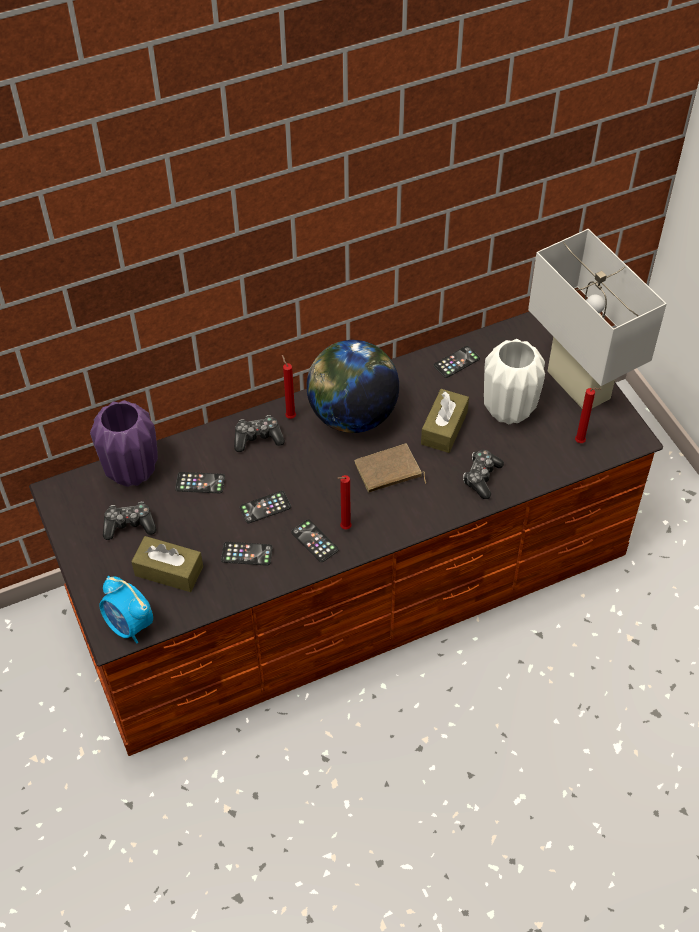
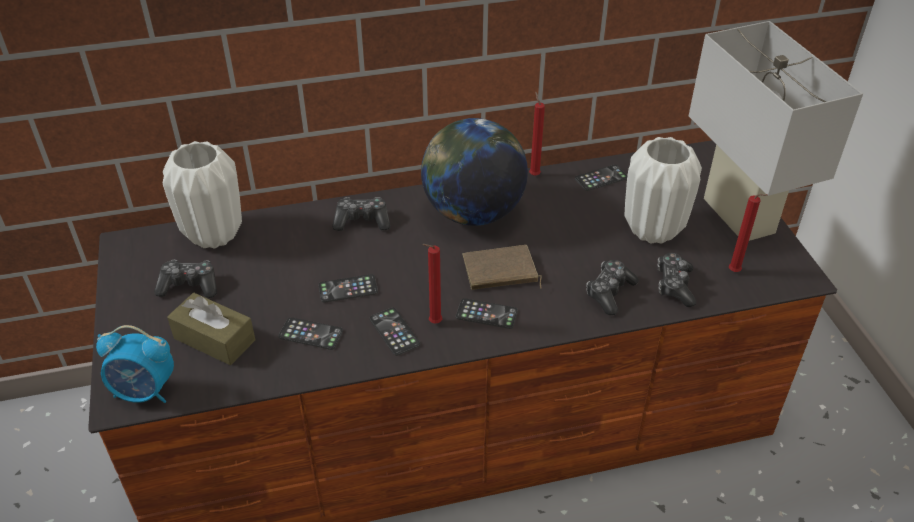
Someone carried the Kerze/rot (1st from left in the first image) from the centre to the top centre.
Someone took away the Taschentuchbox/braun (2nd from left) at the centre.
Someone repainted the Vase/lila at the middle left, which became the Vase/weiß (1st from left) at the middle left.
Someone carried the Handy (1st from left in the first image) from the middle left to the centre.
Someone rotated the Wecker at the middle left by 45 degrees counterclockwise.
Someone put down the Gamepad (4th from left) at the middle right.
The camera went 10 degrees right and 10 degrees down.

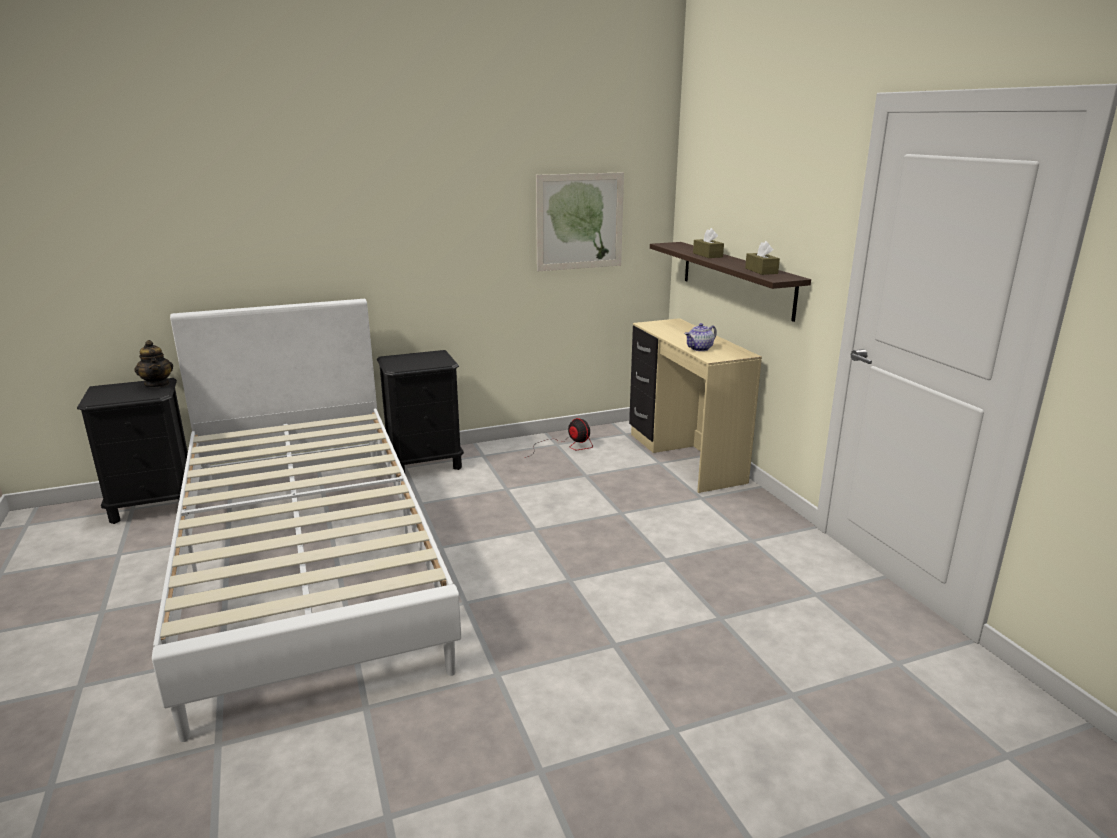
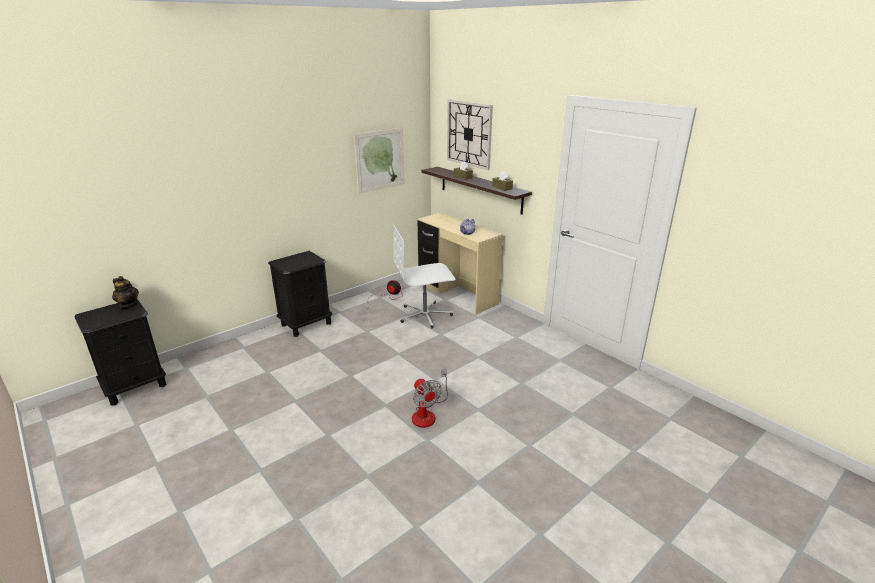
Someone took away the Bett/weiß at the middle left.
Someone put up the Wanduhr at the top centre.
Someone put down the Bürostuhl/weiß at the centre.
Someone put down the Ventilator (2nd from left) at the bottom centre.
The camera went 20 degrees left and 5 degrees up.

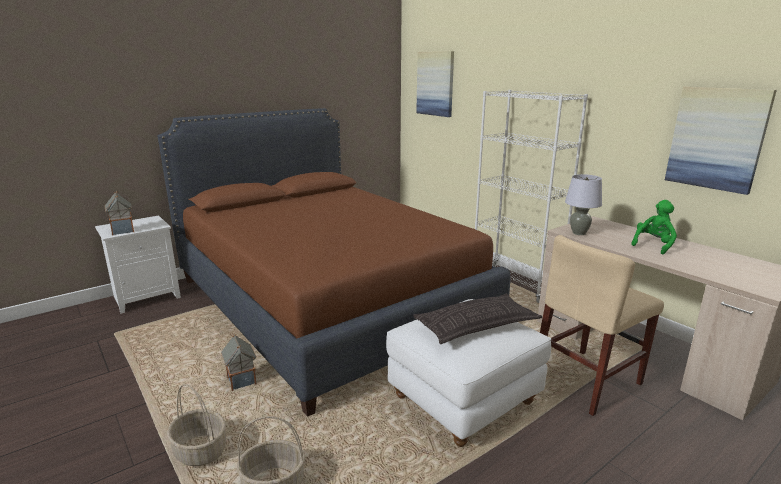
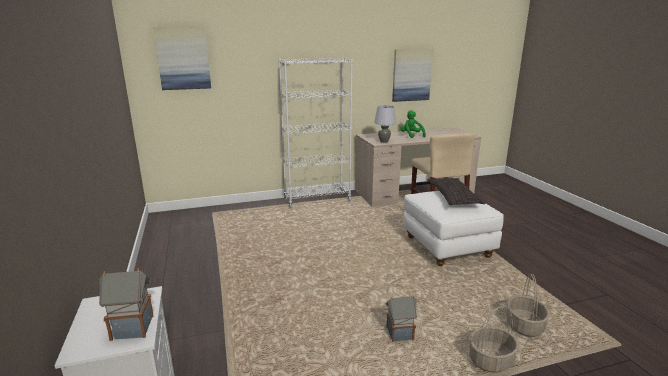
Someone took away the Bett/braun at the centre.
The camera went 70 degrees left and 0 degrees up.

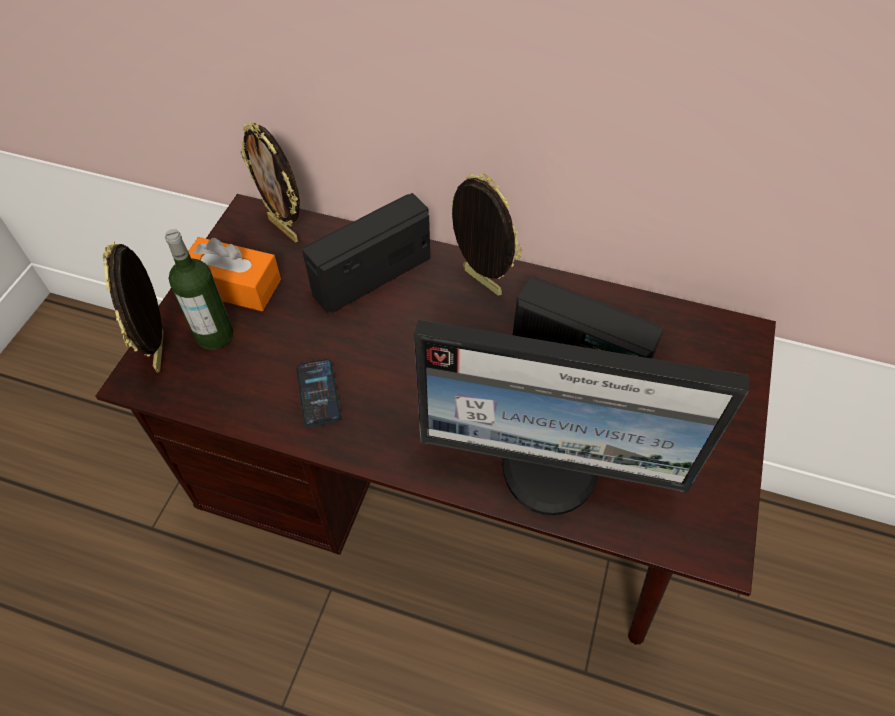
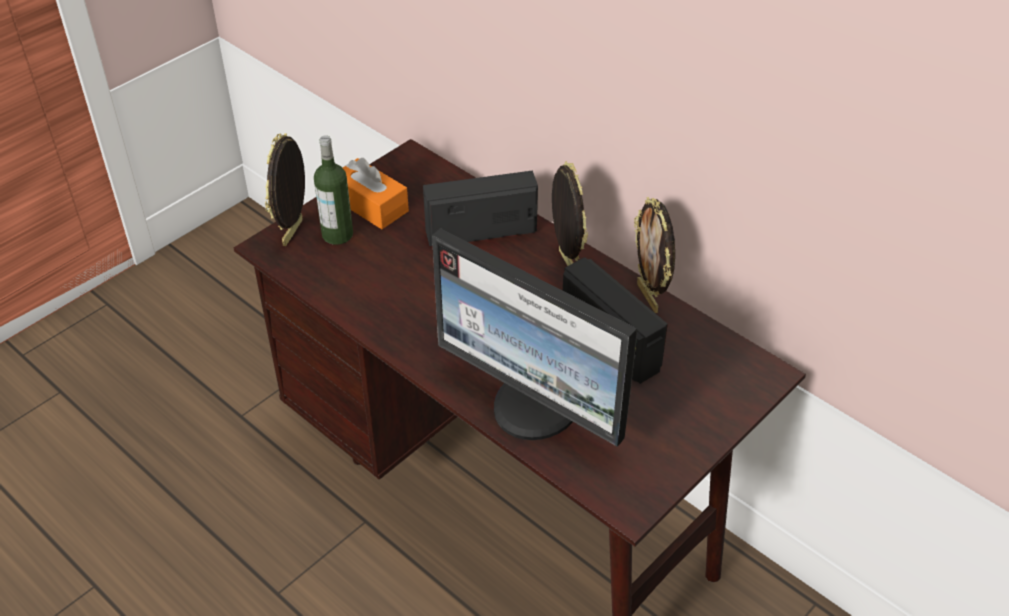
Someone carried the Bilderrahmen (2nd from left in the first image) from the top left to the centre.
Someone took away the Handy at the centre.
The camera went 25 degrees right and 10 degrees down.

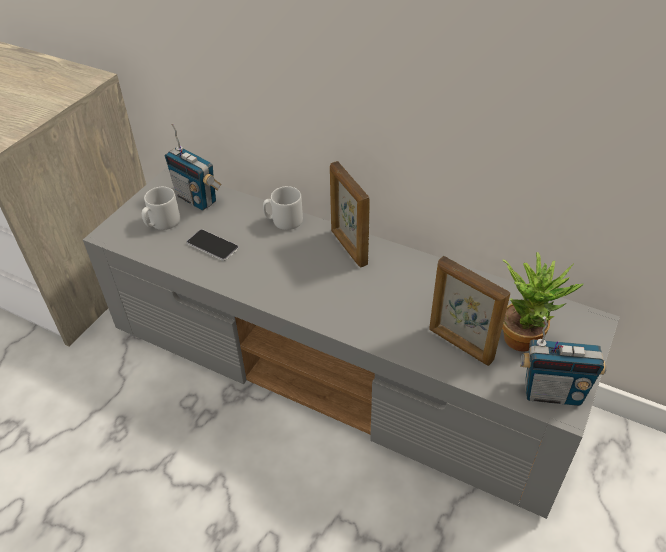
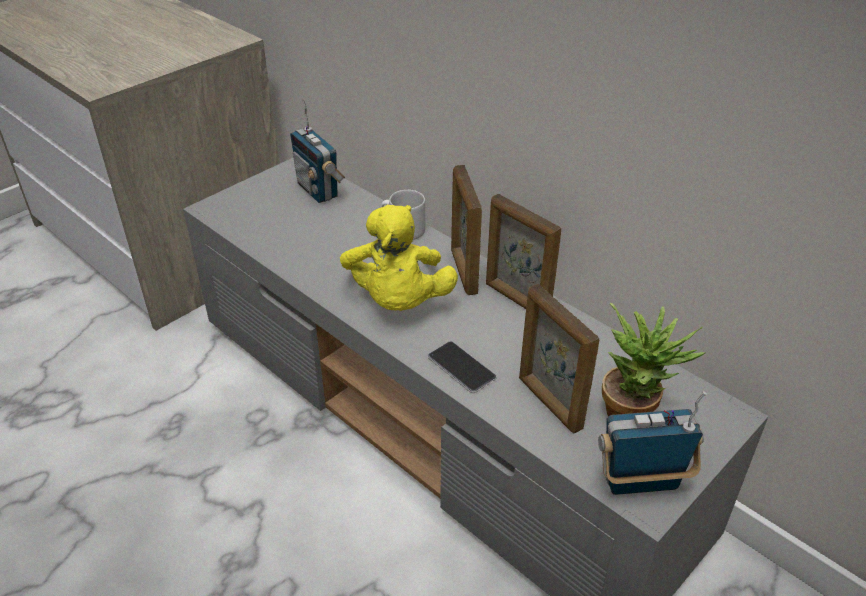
Someone took away the Henkelbecher/grau (1st from left) at the middle left.
Someone carried the Handy from the middle left to the centre.
Someone rotated the Radio (2nd from left) at the middle right by 150 degrees clockwise.
Someone put down the Bilderrahmen (2nd from left) at the centre.
Someone put down the Plüschtier/gelb at the centre.
The camera went 15 degrees right and 5 degrees down.

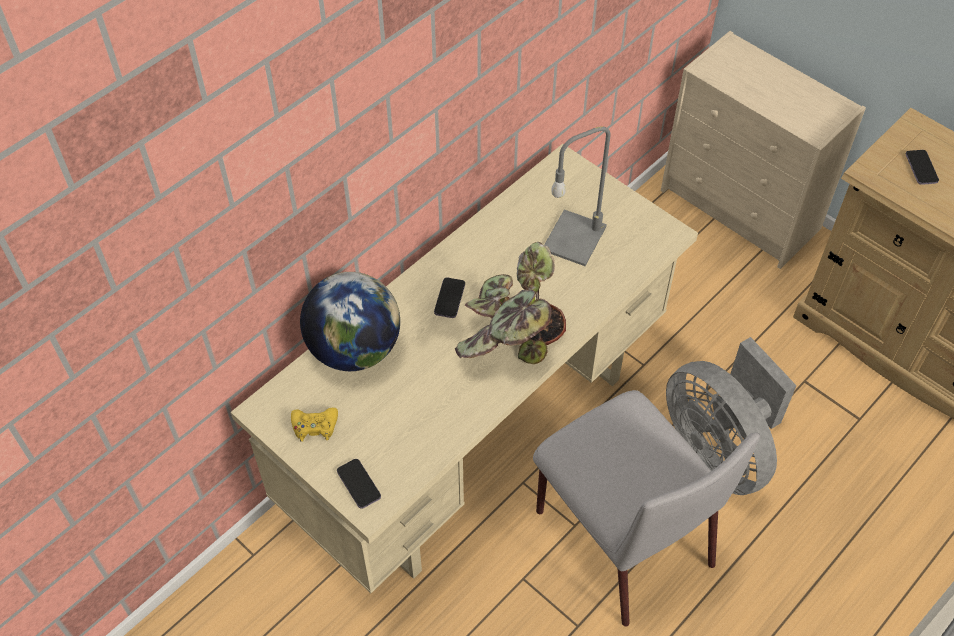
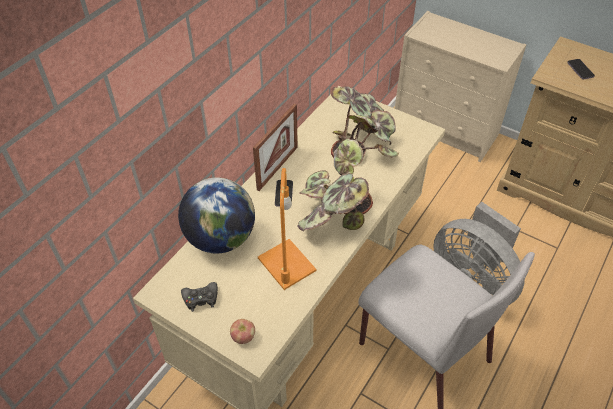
Someone swapped the Tischlampe/grau at the top centre for the Topfpflanze (2nd from left) at the top centre.
Someone repainted the Gamepad/gelb at the bottom left, which became the Gamepad/schwarz at the bottom left.
Someone swapped the Handy (1st from left) at the bottom centre for the Apfel at the bottom centre.
Someone put down the Bilderrahmen at the centre.
Someone put down the Tischlampe/orange at the centre.
The camera went 10 degrees left and 5 degrees down.

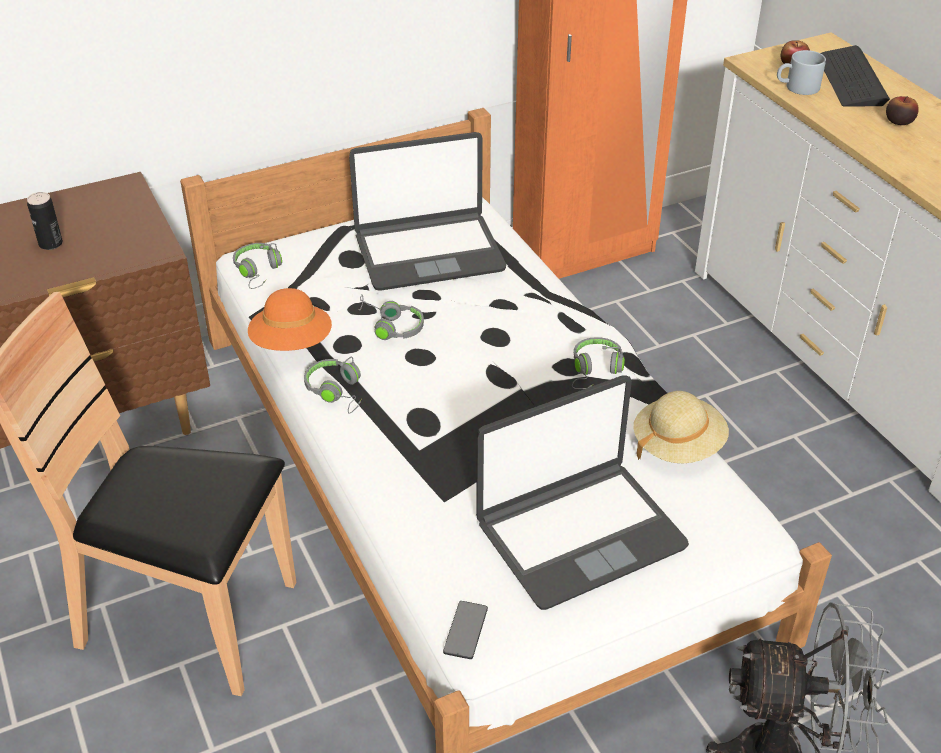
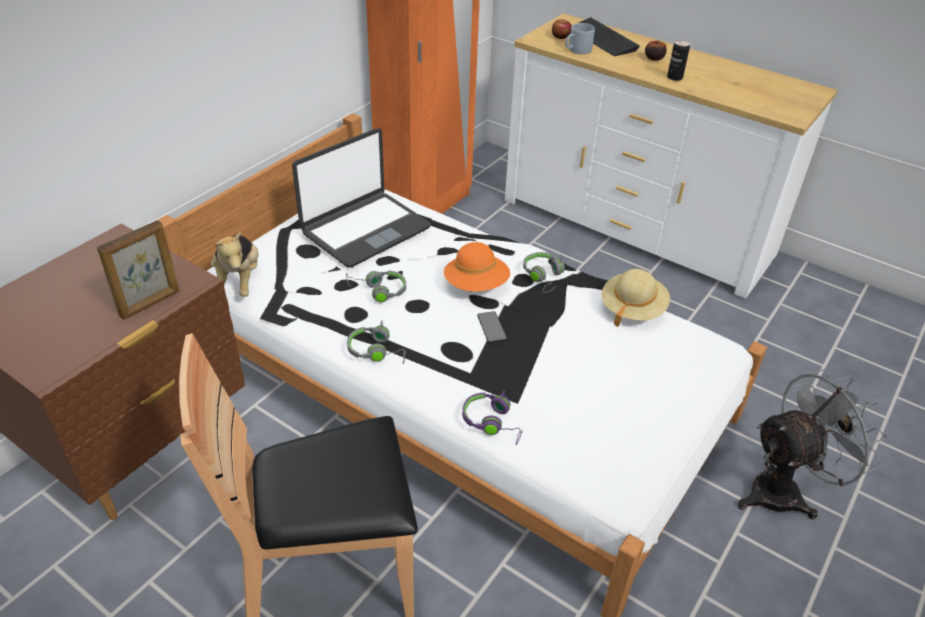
Someone carried the Dose from the top left to the top right.
Someone swapped the Kopfhörer/grau (1st from left) at the middle left for the Plüschtier at the middle left.
Someone carried the Hut/orange from the middle left to the centre.
Someone took away the Laptop (2nd from left) at the centre.
Someone carried the Handy from the bottom centre to the centre.
Someone put down the Bilderrahmen at the middle left.
Someone put down the Kopfhörer/lila at the bottom centre.
The camera went 30 degrees left and 0 degrees up.

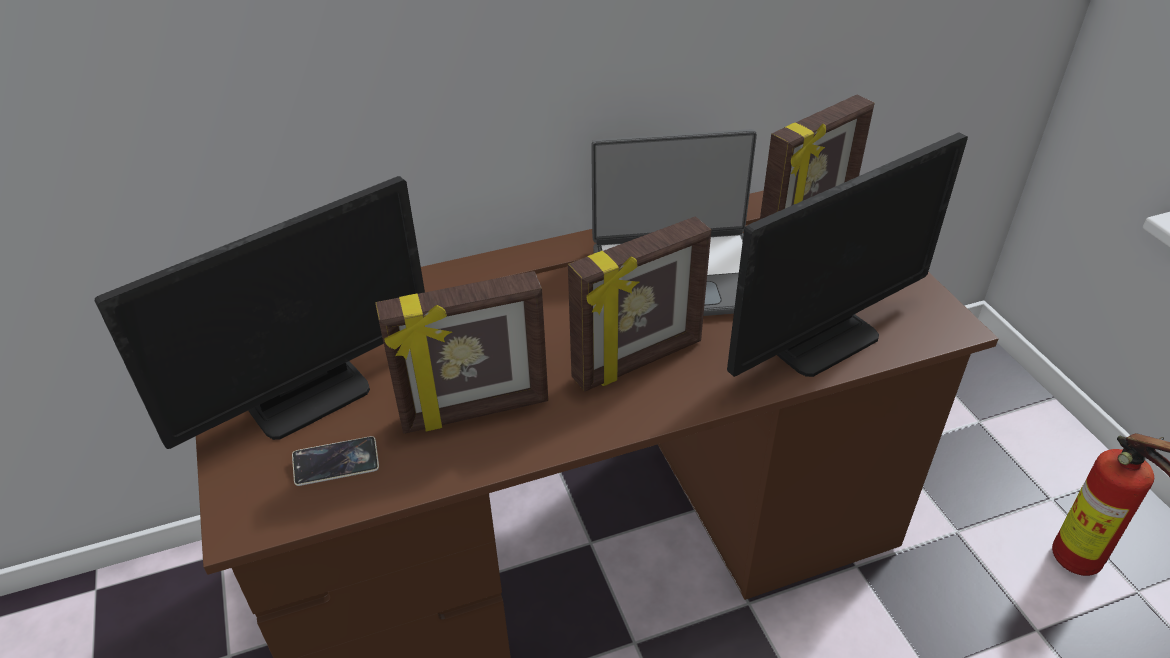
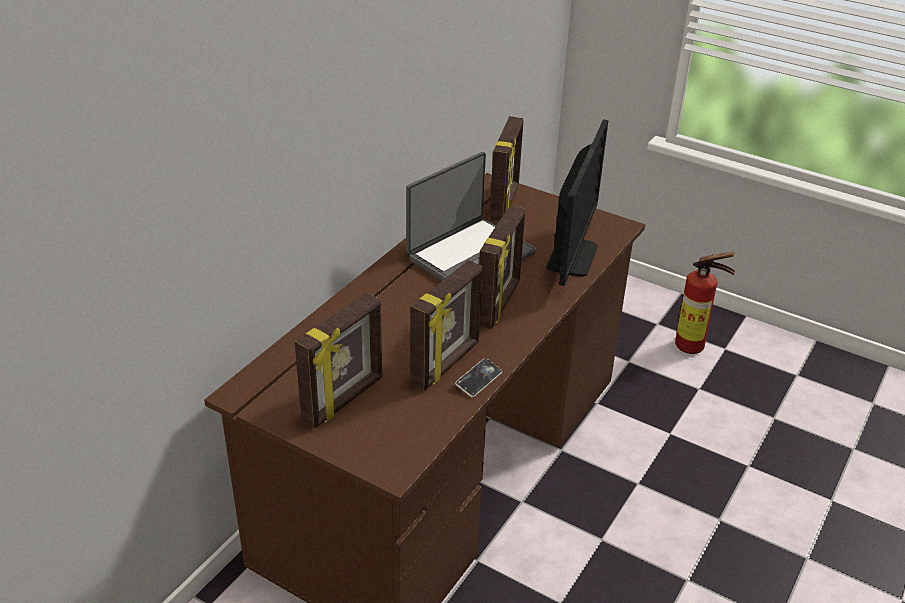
Someone swapped the Monitor (1st from left) at the middle left for the Bilderrahmen (1st from left) at the centre.
Someone carried the Handy from the bottom left to the centre.
The camera went 40 degrees left and 5 degrees down.

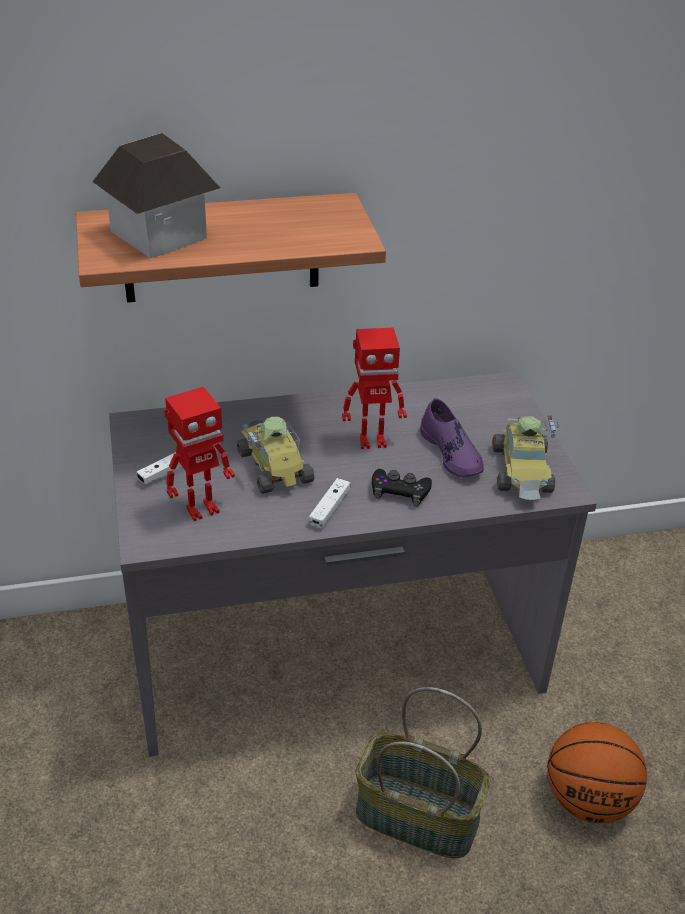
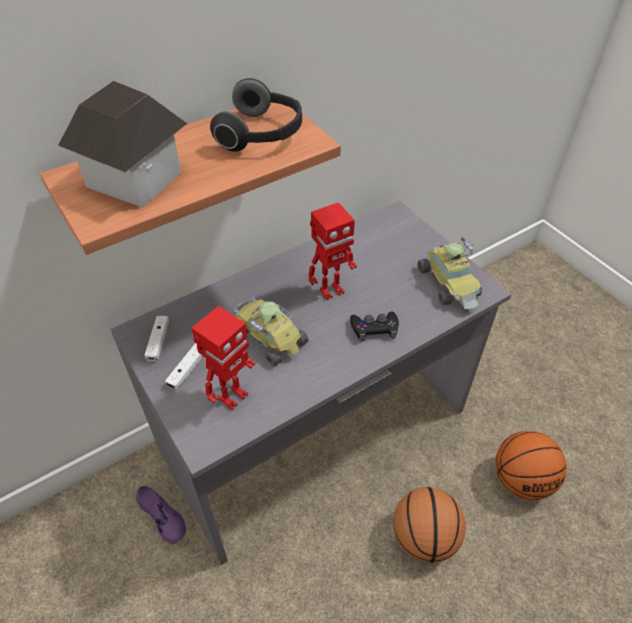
Someone carried the Schuh/lila from the centre to the bottom left.
Someone carried the Gamepad/weiß (2nd from left in the first image) from the centre to the middle left.
Someone swapped the Korb at the bottom centre for the Basketball (1st from left) at the bottom right.
Someone put down the Kopfhörer at the top centre.
The camera went 20 degrees left and 10 degrees up.

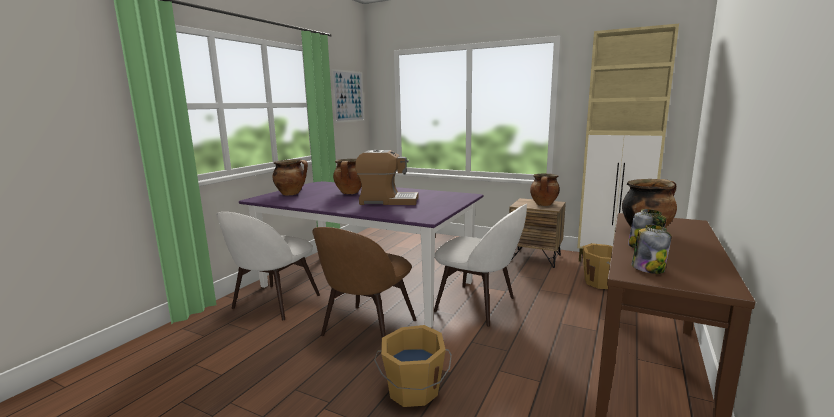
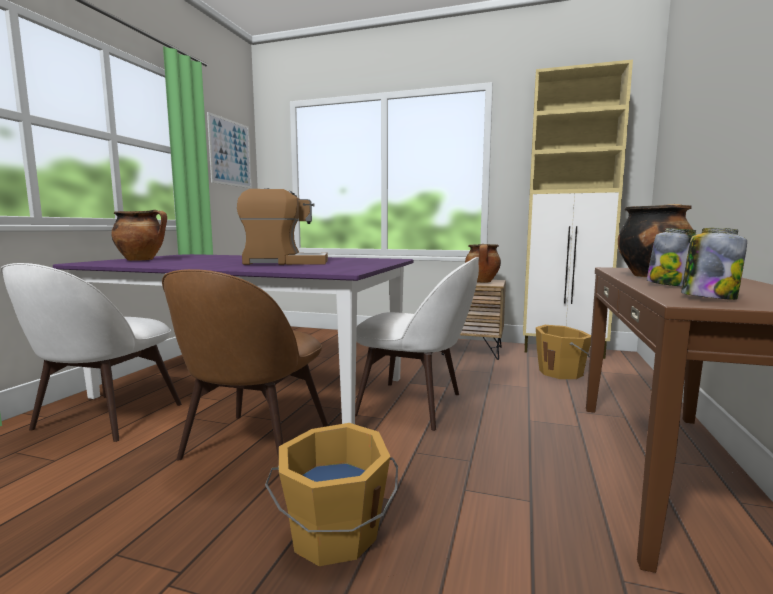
Someone took away the Kochtopf (2nd from left) at the centre.
The camera went 10 degrees left and 5 degrees down.

